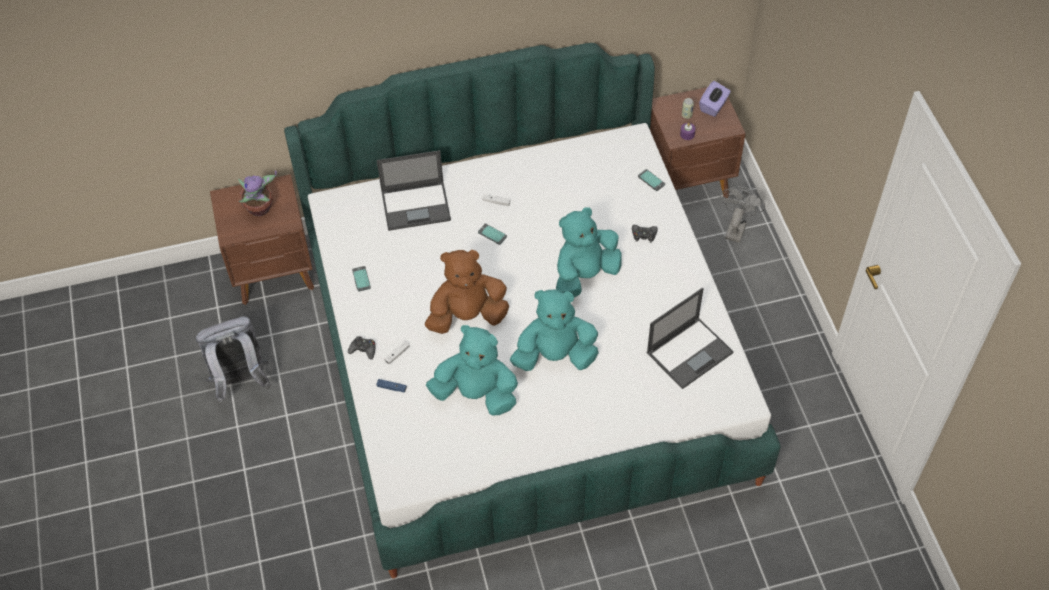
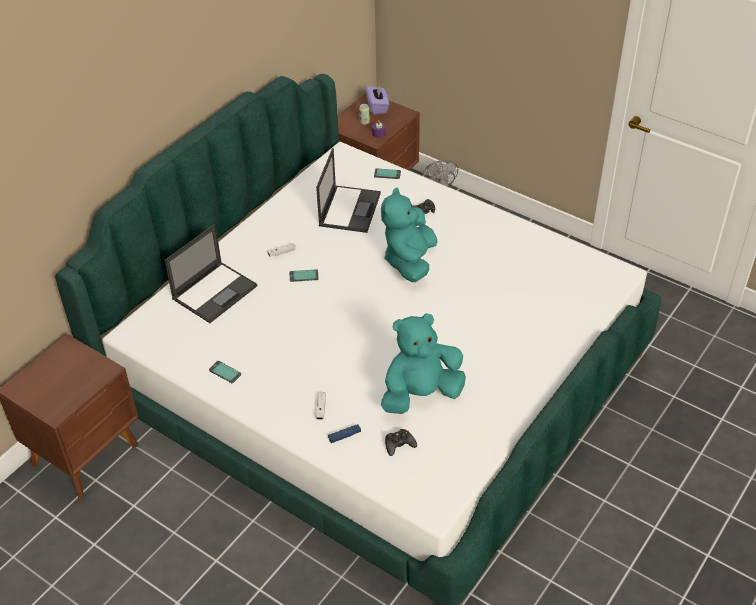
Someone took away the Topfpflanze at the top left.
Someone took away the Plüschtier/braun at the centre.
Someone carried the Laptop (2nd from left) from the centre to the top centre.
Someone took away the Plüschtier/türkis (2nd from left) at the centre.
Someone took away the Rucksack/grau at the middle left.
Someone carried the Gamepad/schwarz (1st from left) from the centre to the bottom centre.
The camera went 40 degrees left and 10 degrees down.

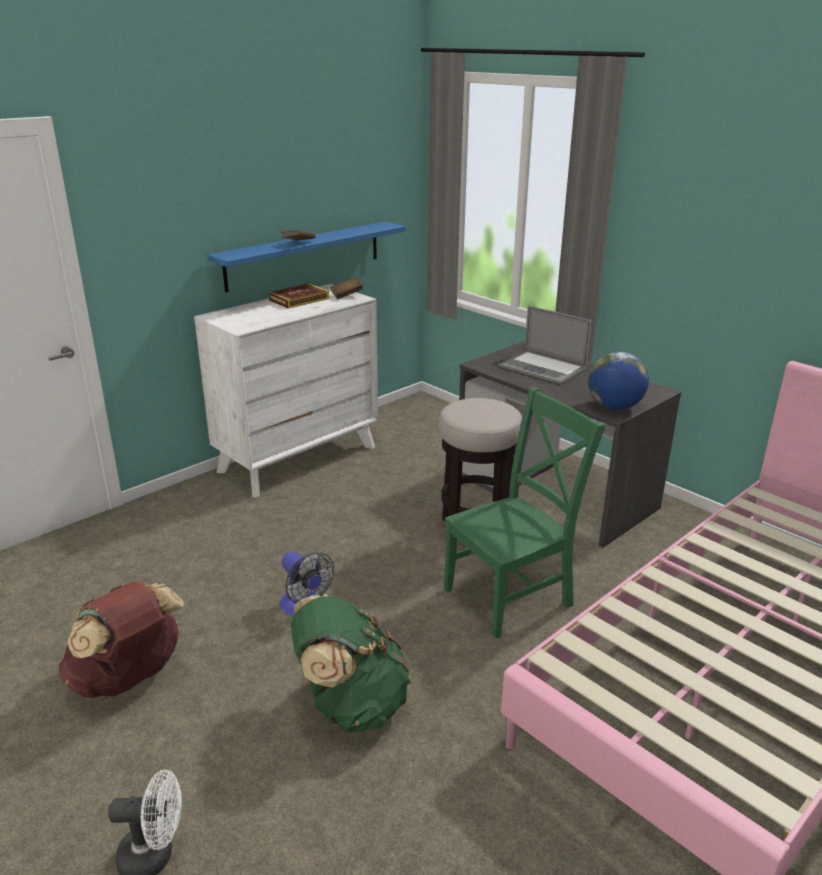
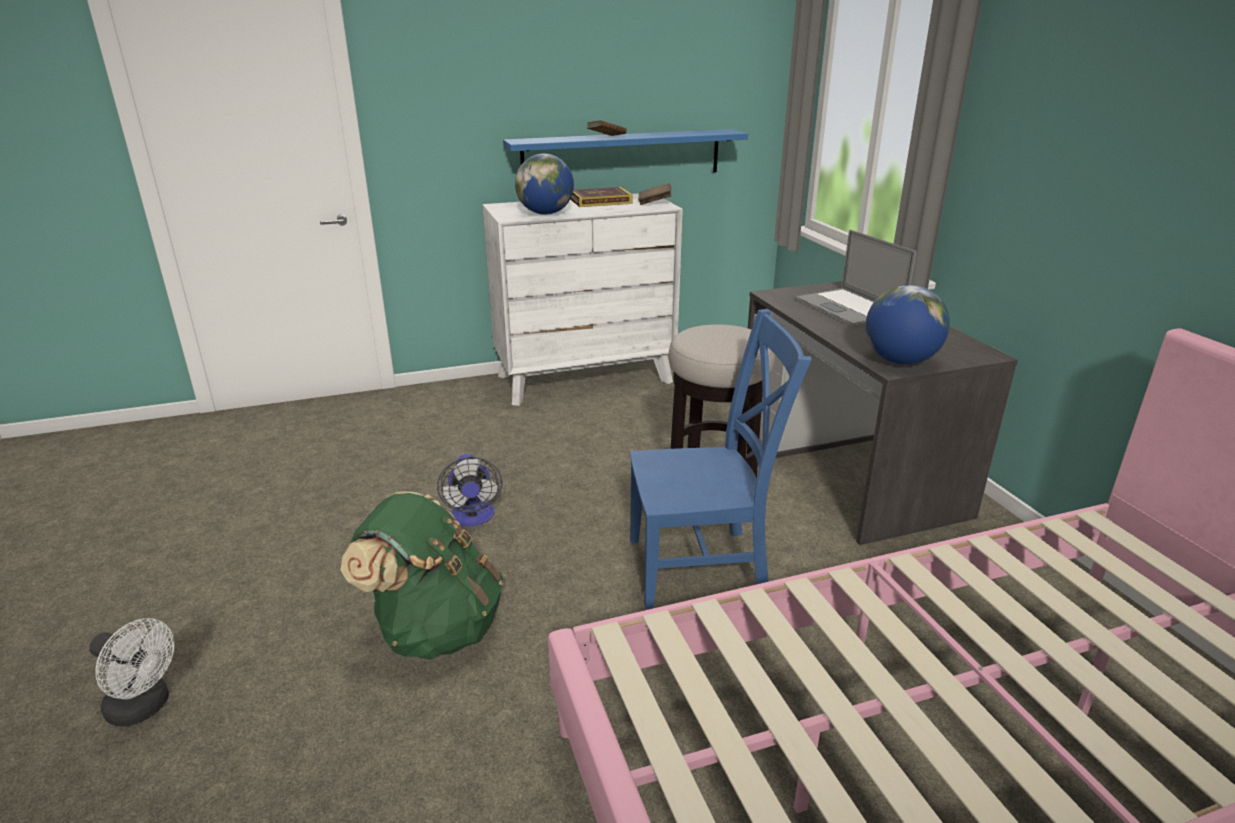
Someone repainted the Stuhl/grün at the centre, which became the Stuhl/blau at the centre.
Someone took away the Rucksack/braun at the bottom left.
Someone put down the Globus (1st from left) at the top centre.
The camera went 25 degrees right and 0 degrees up.

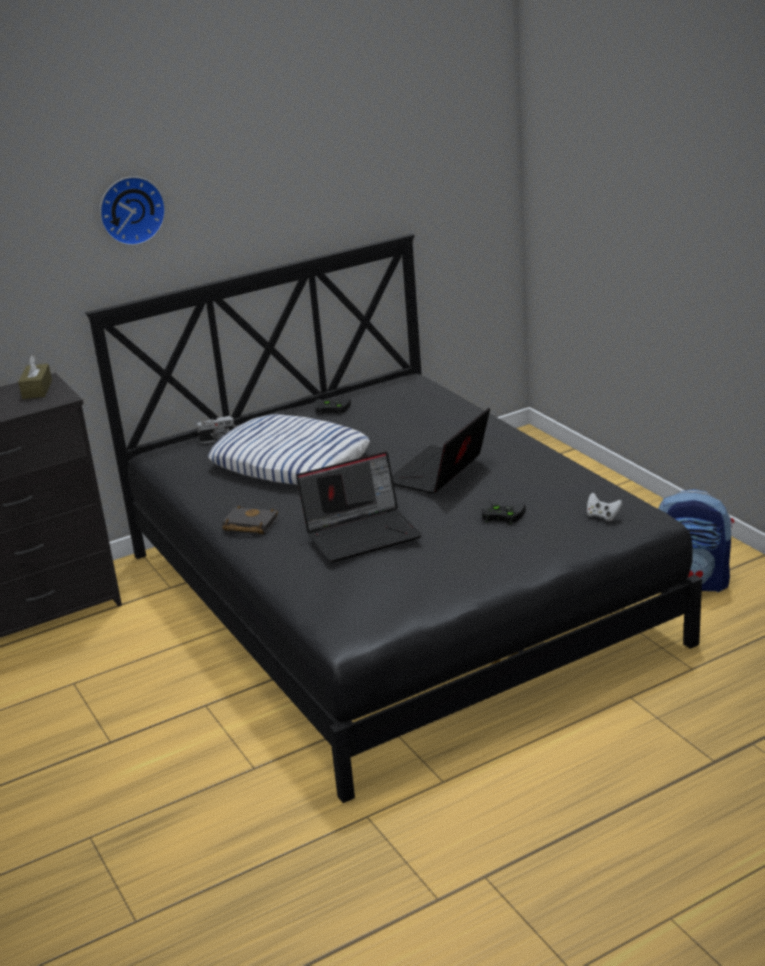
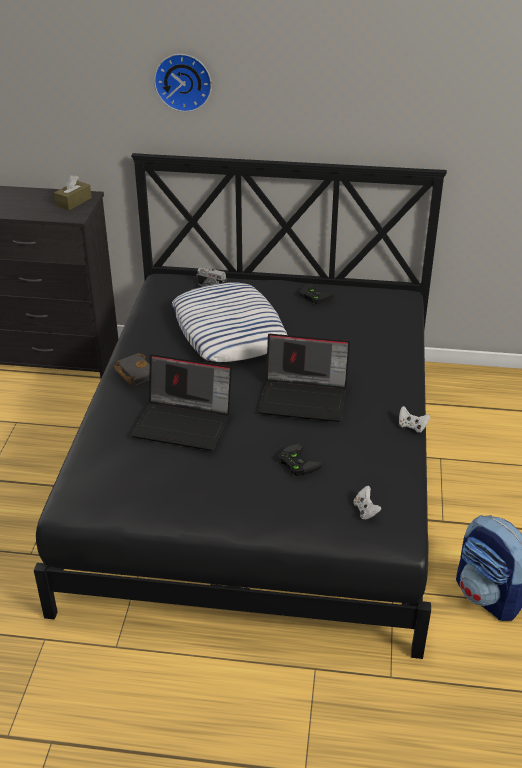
Someone rotated the Laptop (2nd from left) at the centre by 150 degrees counterclockwise.
Someone put down the Gamepad/weiß (2nd from left) at the middle right.
The camera went 35 degrees right and 10 degrees up.

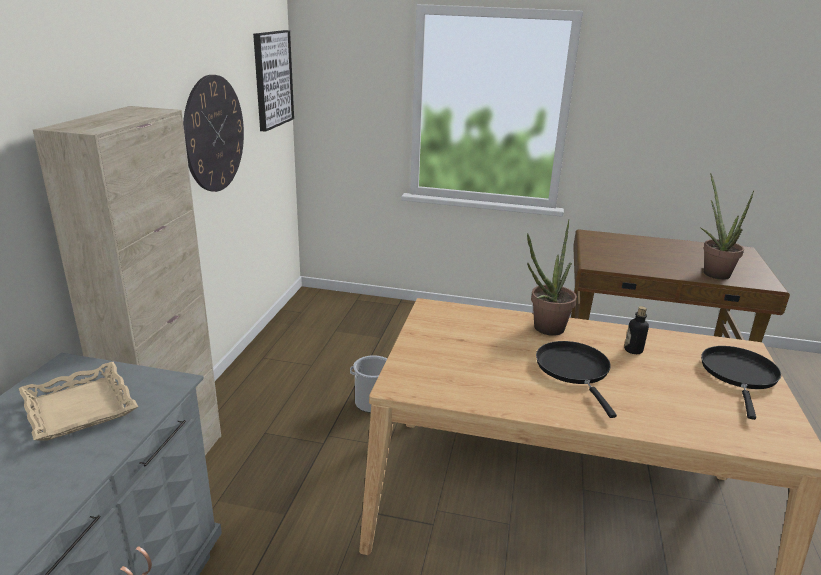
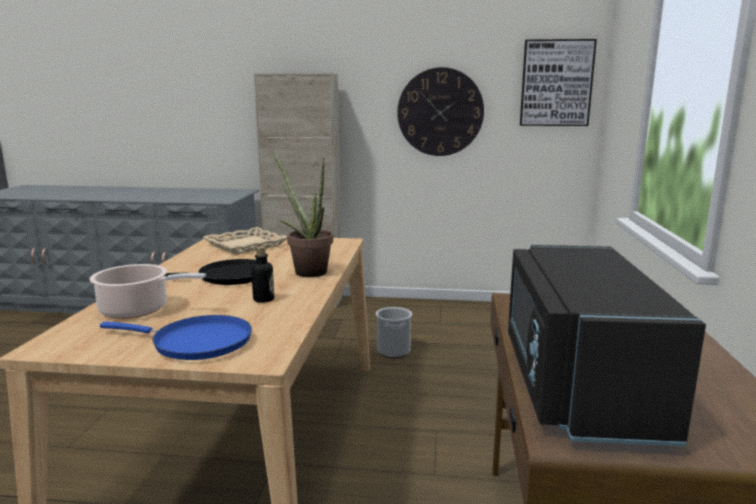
Someone swapped the Topfpflanze (2nd from left) at the middle right for the Mikrowelle/schwarz at the bottom right.
Someone repainted the Pfanne/schwarz (2nd from left) at the middle right, which became the Pfanne/blau at the bottom left.
Someone carried the Tablett/beige from the bottom left to the middle left.
Someone put down the Kochtopf at the middle left.
The camera went 85 degrees right and 10 degrees down.

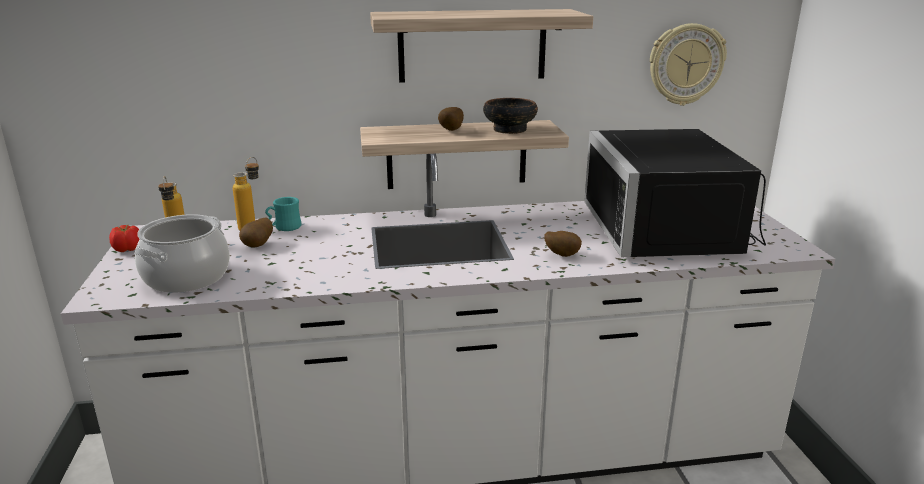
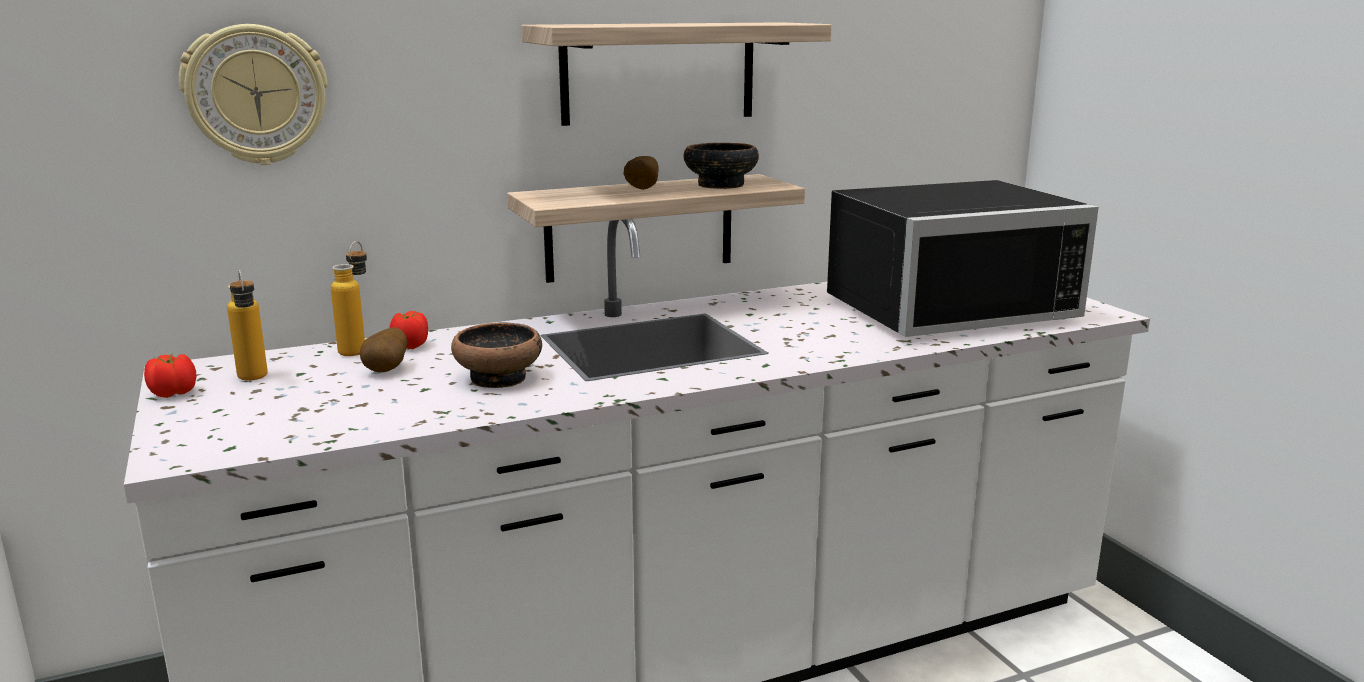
Someone carried the Wanduhr from the top right to the top left.
Someone rotated the Mikrowelle/schwarz at the middle right by 90 degrees counterclockwise.
Someone swapped the Henkelbecher/türkis at the middle left for the Tomate (2nd from left) at the middle left.
Someone took away the Kochtopf at the middle left.
Someone took away the Kartoffel (3rd from left) at the centre.
Someone put down the Schüssel (1st from left) at the centre.
The camera went 15 degrees left and 5 degrees down.

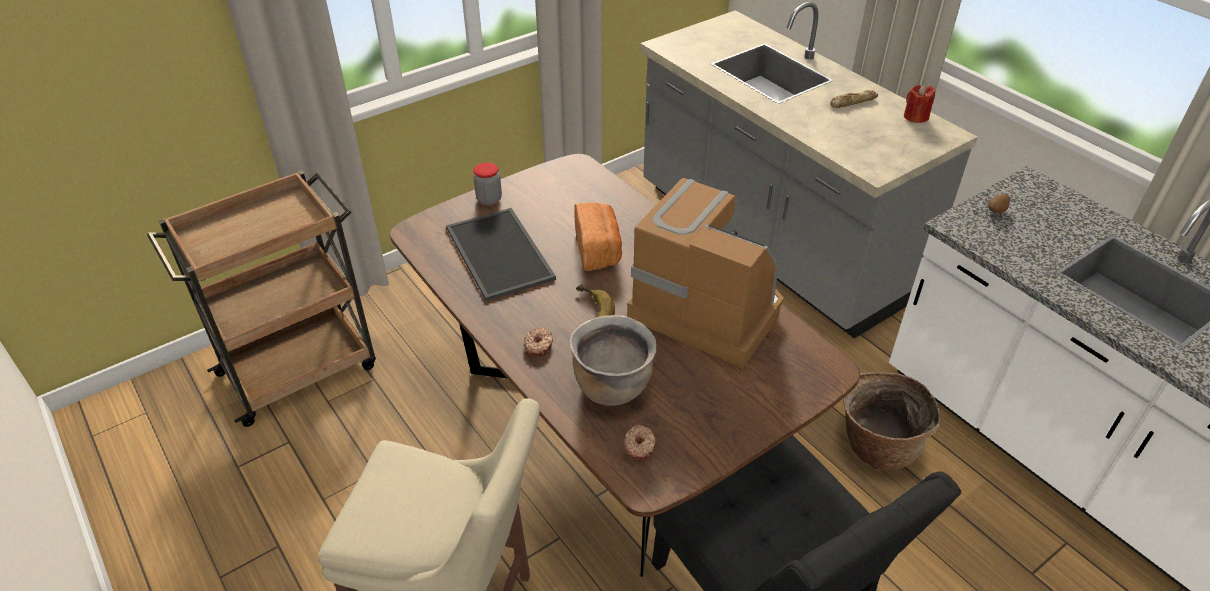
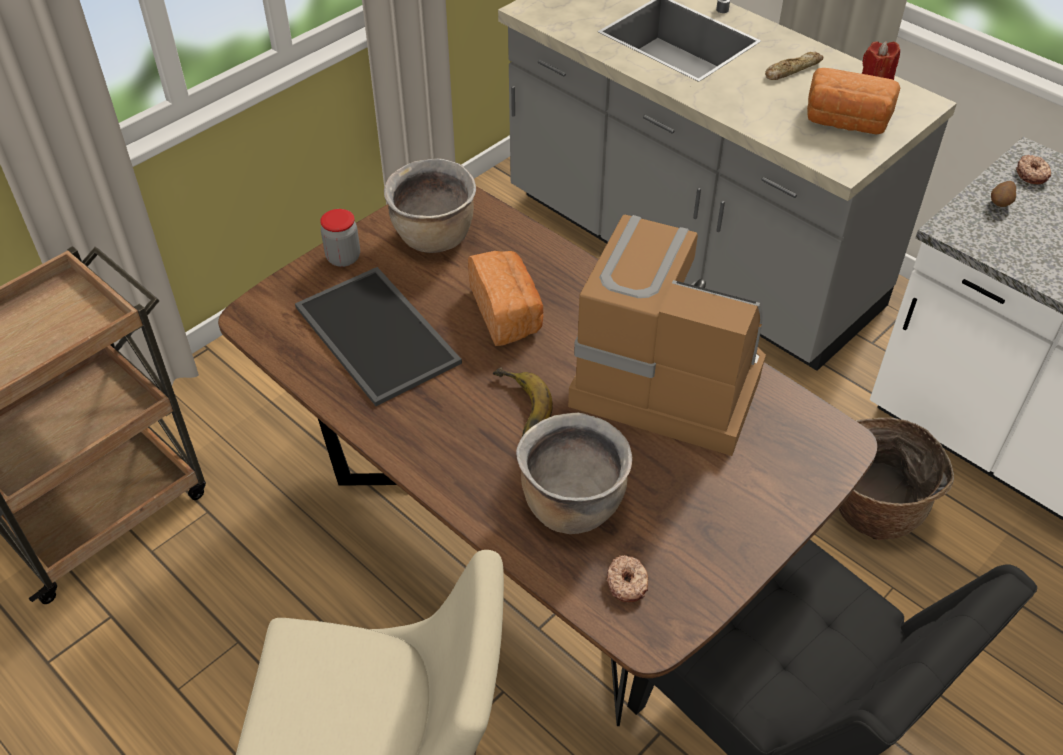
Someone carried the Donut (1st from left in the first image) from the centre to the top right.
Someone put down the Brot (3rd from left) at the top right.
Someone put down the Kochtopf/braun (1st from left) at the top centre.
The camera went 10 degrees left and 5 degrees up.

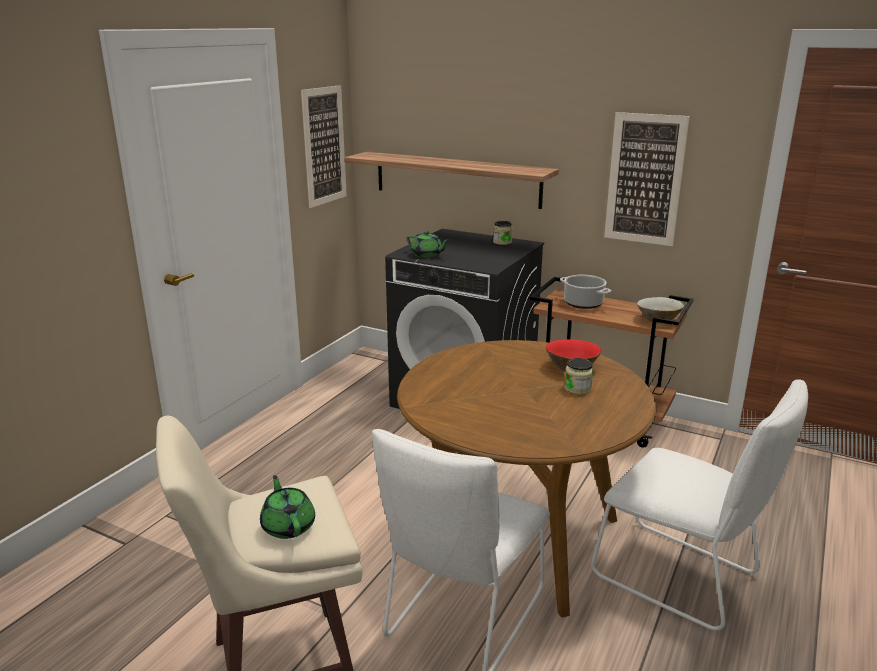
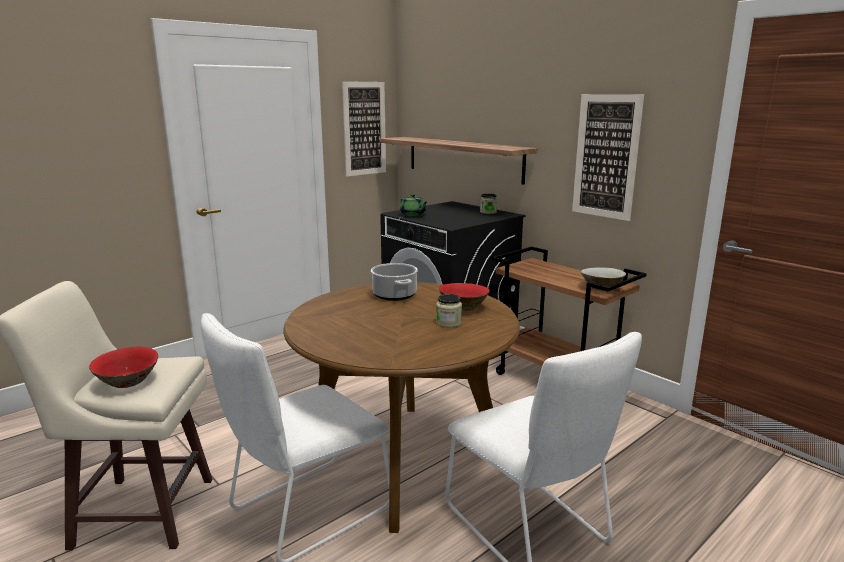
Someone carried the Kochtopf from the middle right to the centre.
Someone swapped the Teekanne/grün (1st from left) at the bottom left for the Schüssel/rot (1st from left) at the middle left.
The camera went 20 degrees right and 5 degrees down.

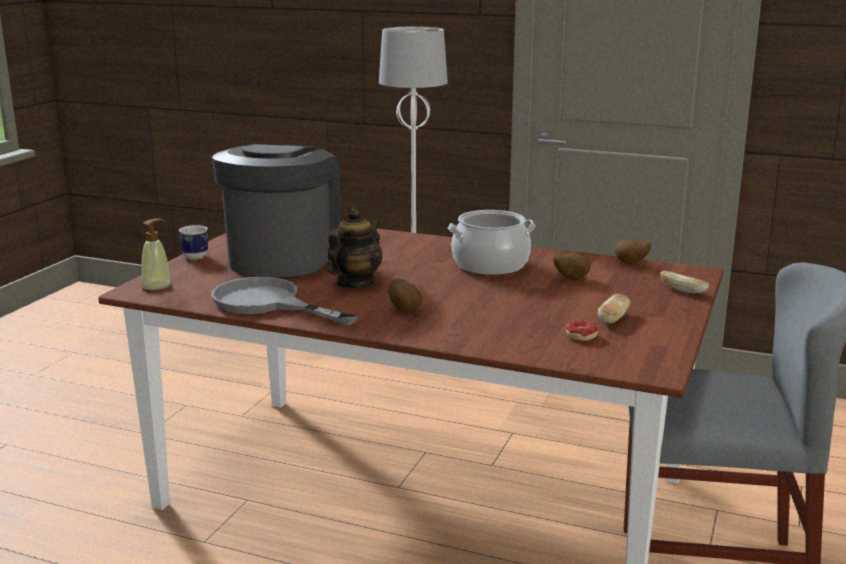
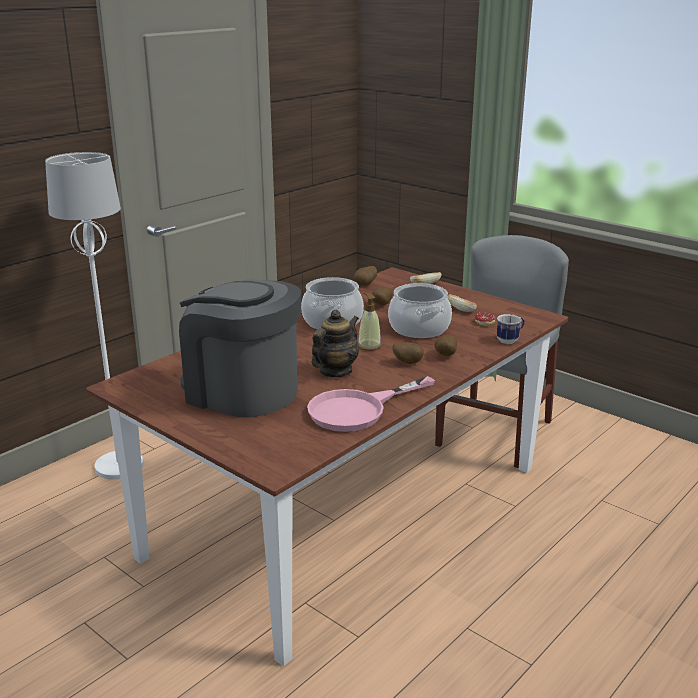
Someone rotated the Teekanne at the centre by 75 degrees clockwise.
Someone carried the Seifenspender from the middle left to the centre.
Someone carried the Henkelbecher from the middle left to the middle right.
Someone repainted the Pfanne/grau at the centre, which became the Pfanne/rosa at the centre.
Someone put down the Kochtopf (2nd from left) at the centre.
Someone put down the Kartoffel (4th from left) at the centre.
The camera went 70 degrees left and 5 degrees up.

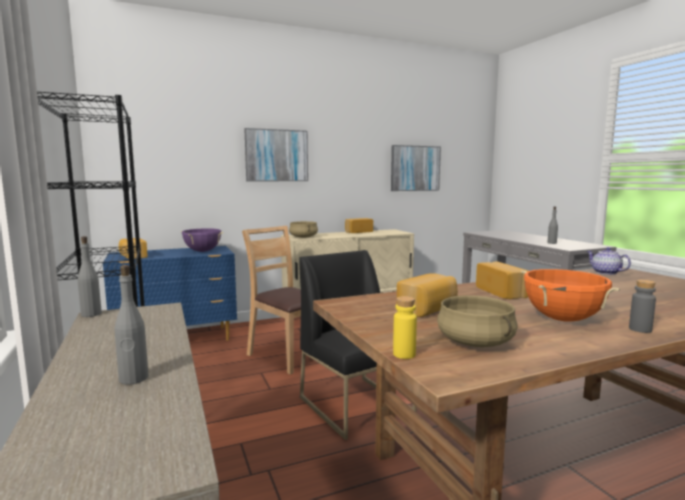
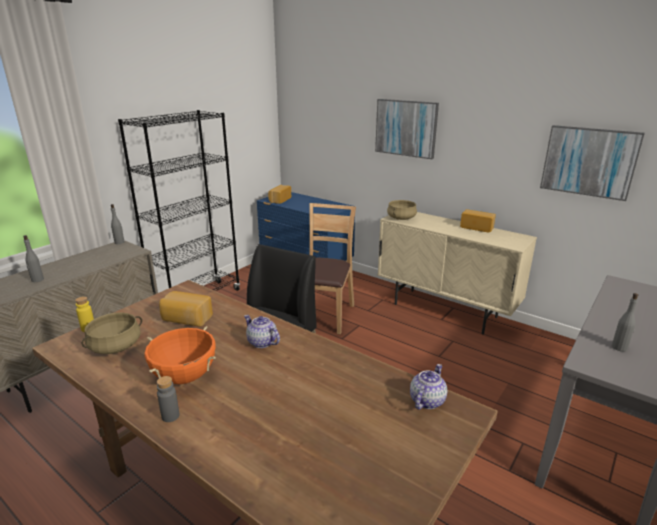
Someone took away the Kochtopf/lila at the middle left.
Someone swapped the Brot (4th from left) at the middle right for the Teekanne (1st from left) at the centre.
The camera went 60 degrees right and 15 degrees up.

